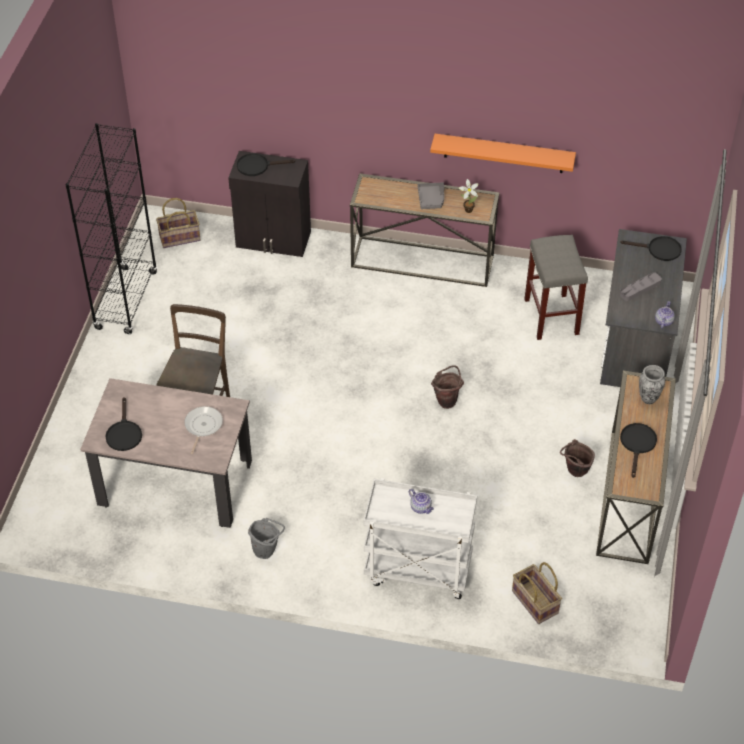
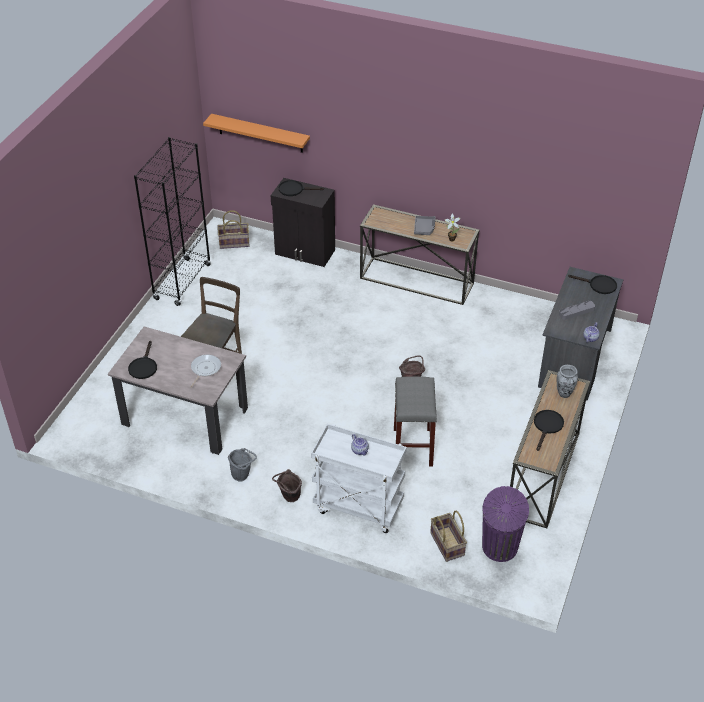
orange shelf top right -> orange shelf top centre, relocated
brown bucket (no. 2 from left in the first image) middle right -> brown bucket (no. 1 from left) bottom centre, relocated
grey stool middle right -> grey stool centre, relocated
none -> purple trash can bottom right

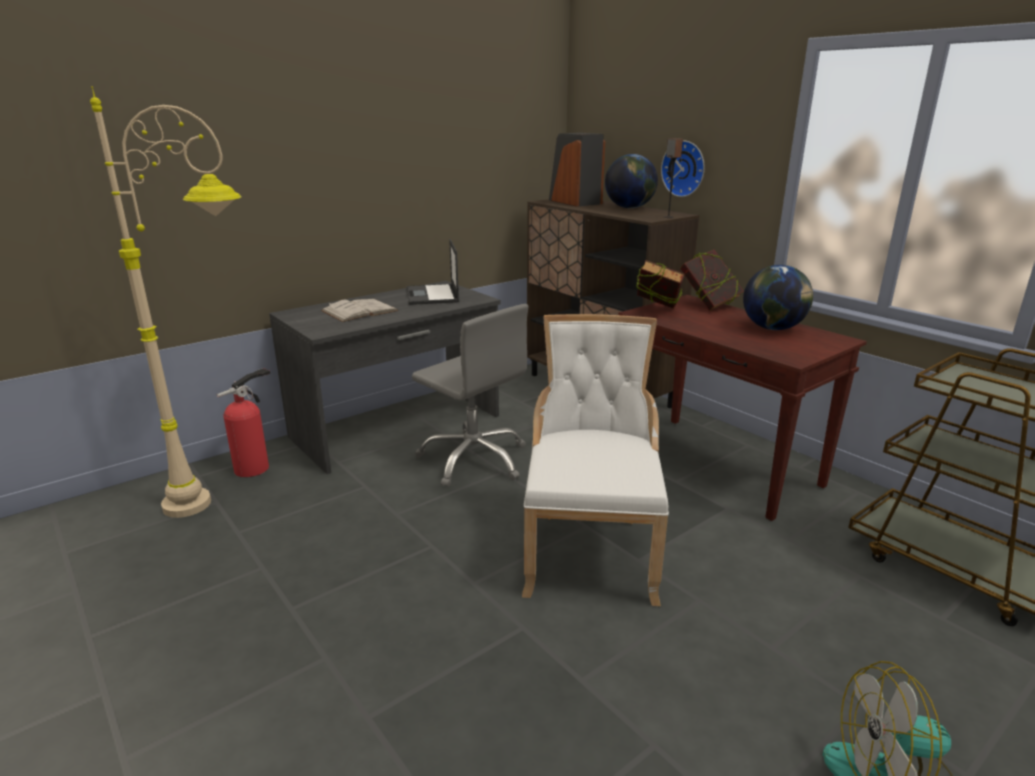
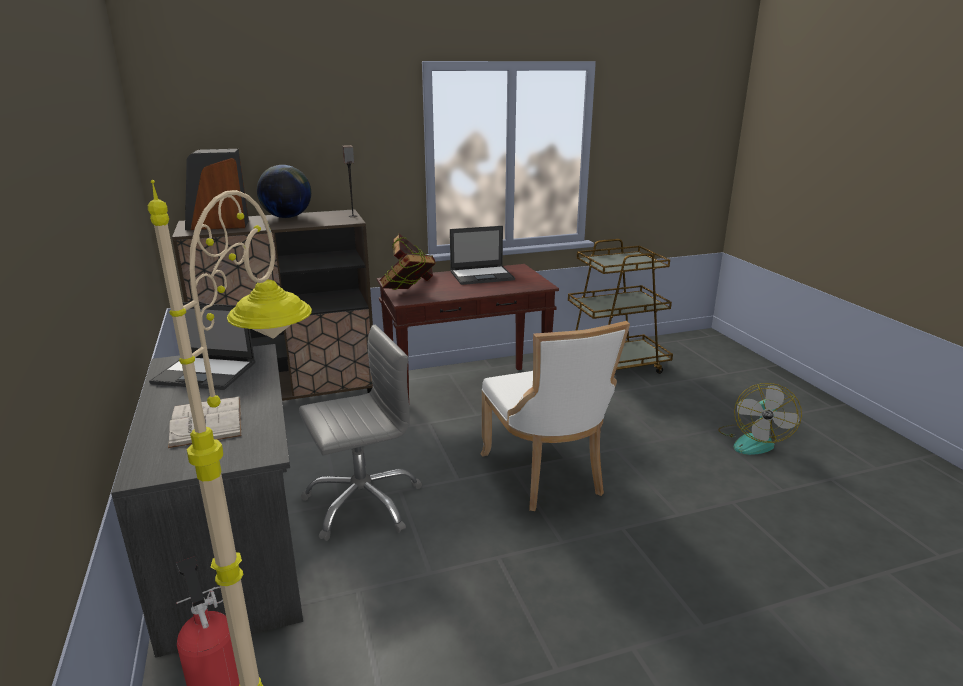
globe (no. 2 from left) middle right -> laptop (no. 2 from left) centre
white chair centre, 135 degrees counterclockwise
wall clock top centre -> none

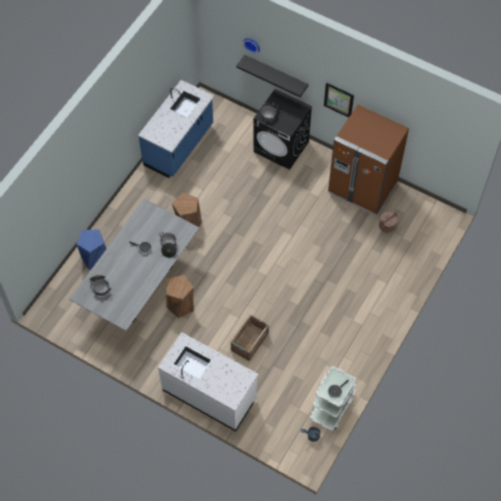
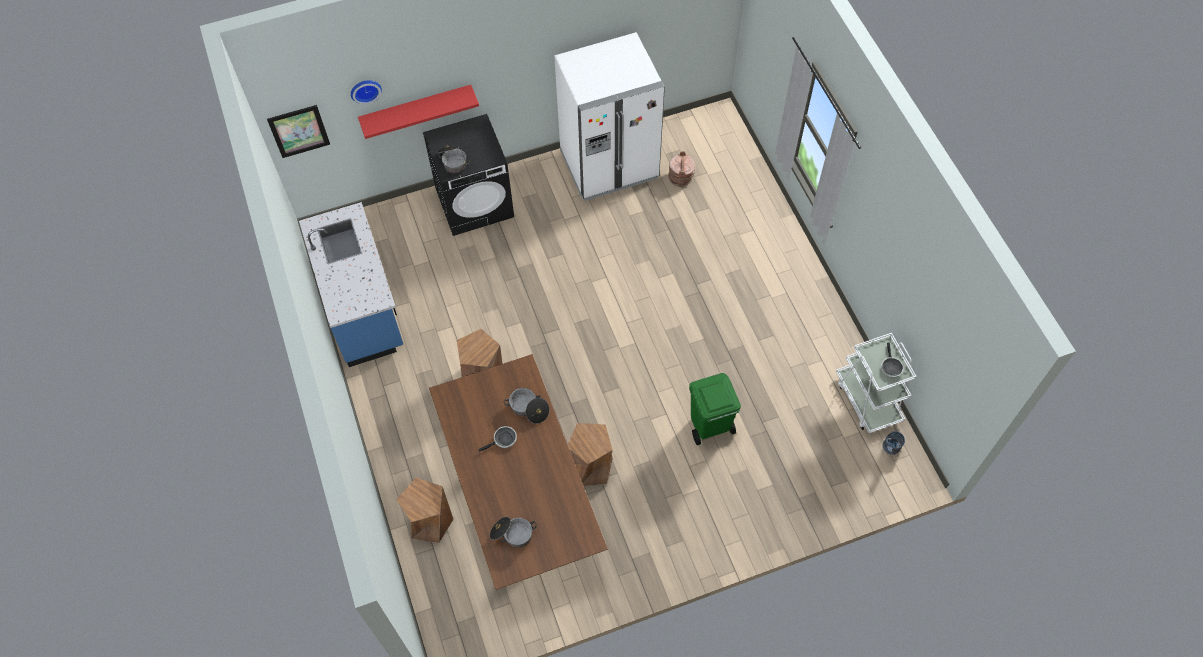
picture top right -> picture top left, relocated
black shelf top centre -> red shelf top centre
blue stool middle left -> brown stool (no. 1 from left) bottom centre
grey dining table middle left -> brown dining table bottom centre
brown fridge top right -> white fridge top centre
crate bottom centre -> green trash can centre
white counter bottom centre -> none

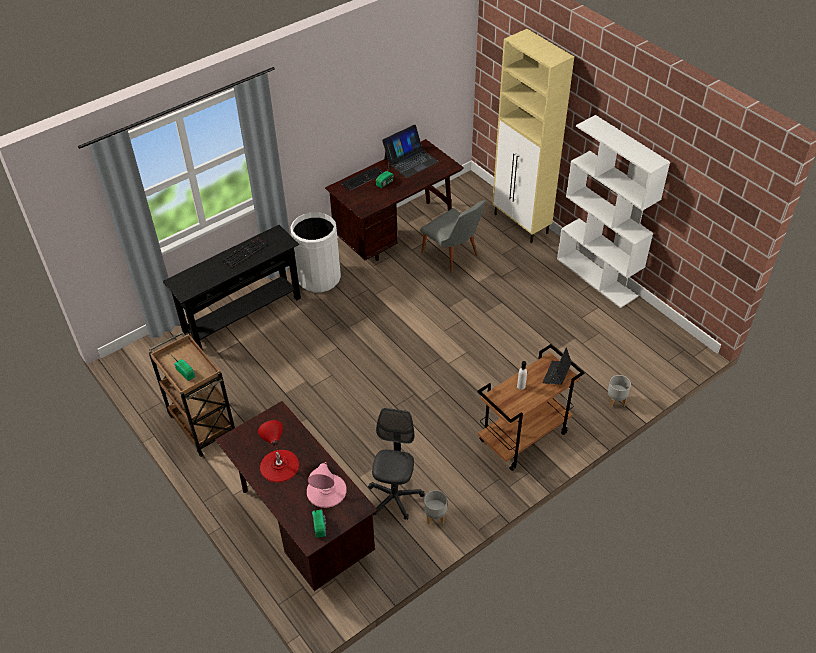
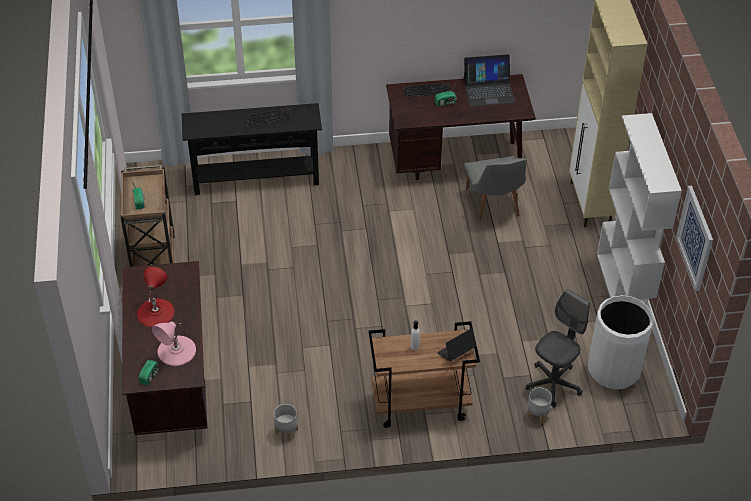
grey office chair bottom centre -> grey office chair bottom right, relocated
white trash can centre -> white trash can bottom right, relocated
none -> picture middle right

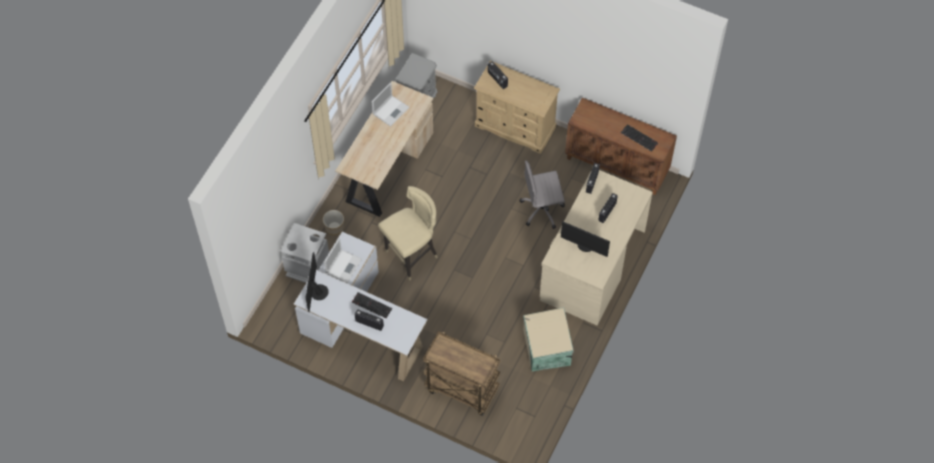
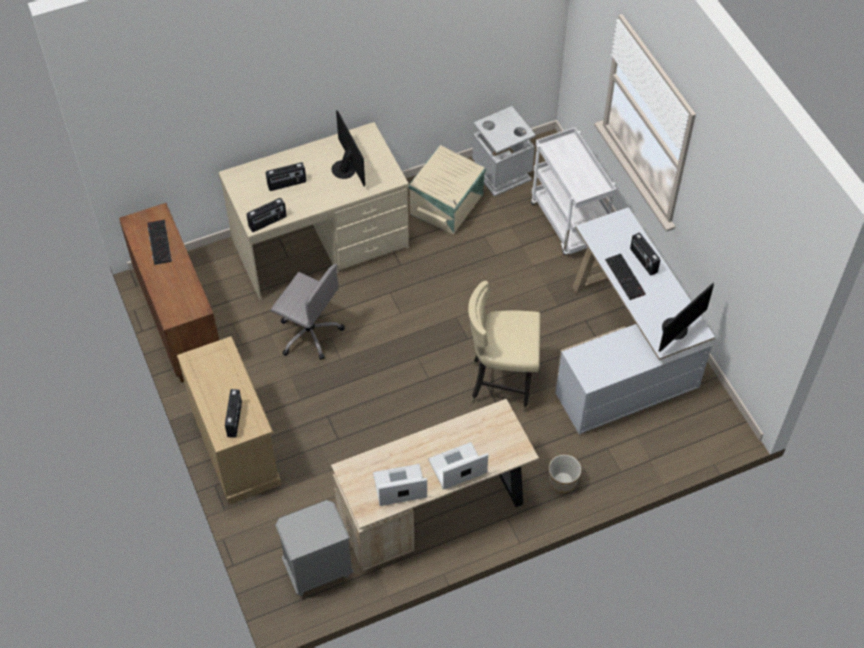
laptop (no. 1 from left in the first image) centre -> laptop (no. 2 from left) bottom centre, relocated
grey trash can middle left -> grey trash can top centre, relocated
brown cart bottom centre -> white cart top centre

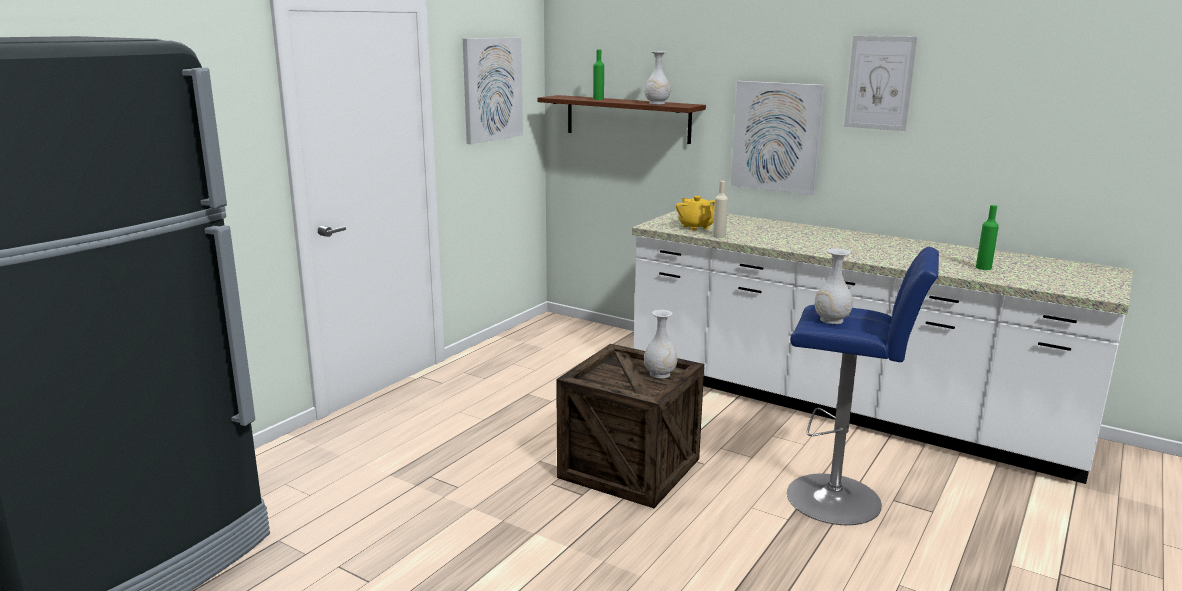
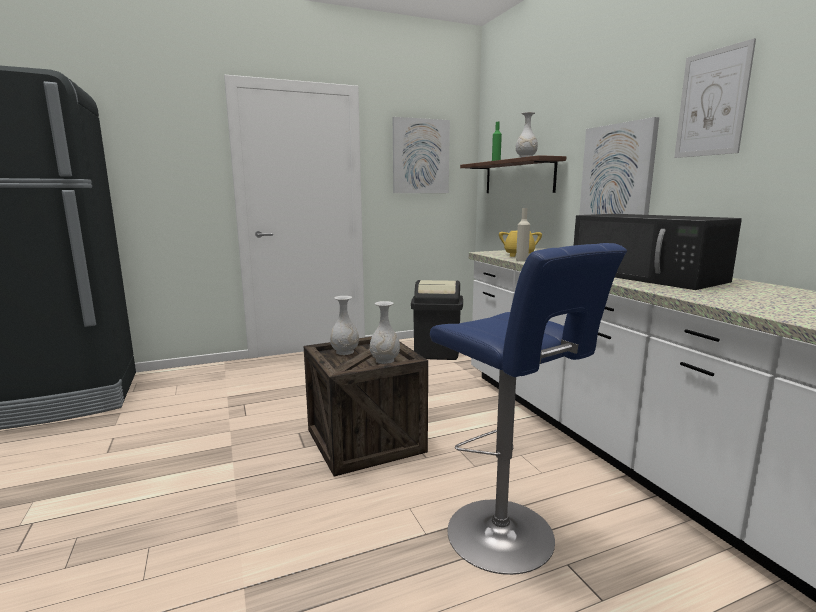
white vase (no. 3 from left in the first image) middle right -> white vase (no. 1 from left) centre, relocated
none -> black trash can centre
none -> black microwave middle right
green bottle (no. 2 from left) middle right -> none

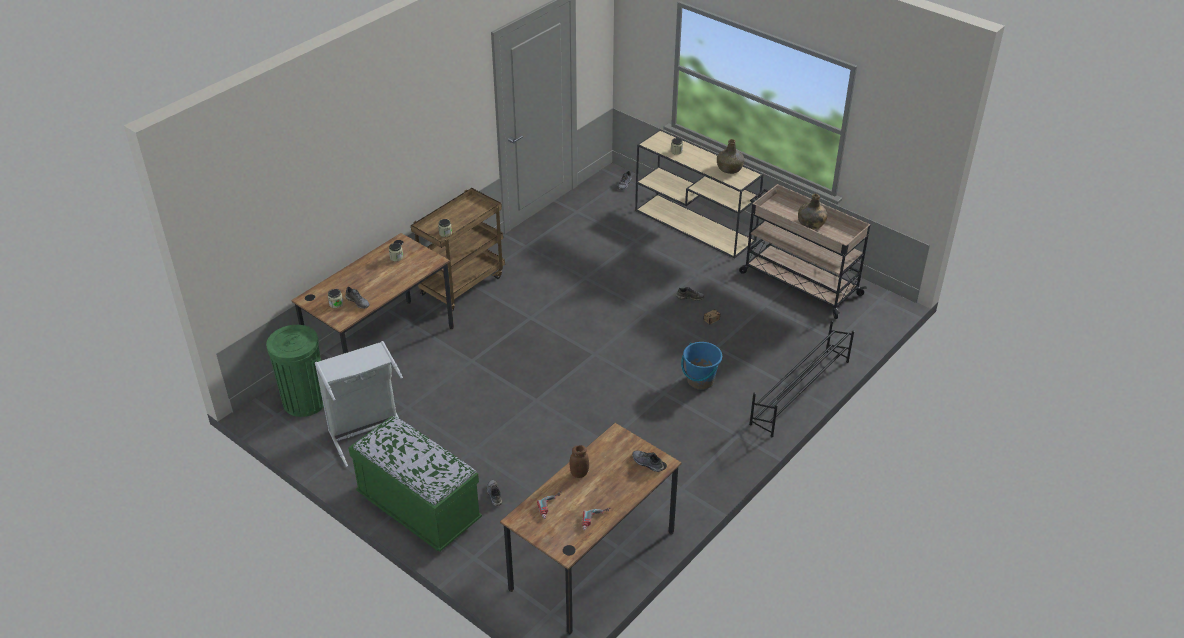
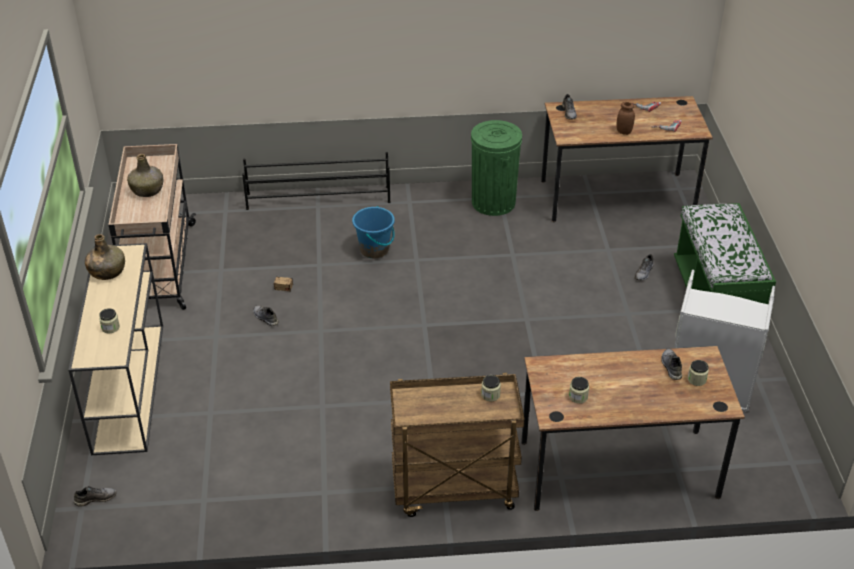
green trash can middle left -> green trash can top centre, relocated

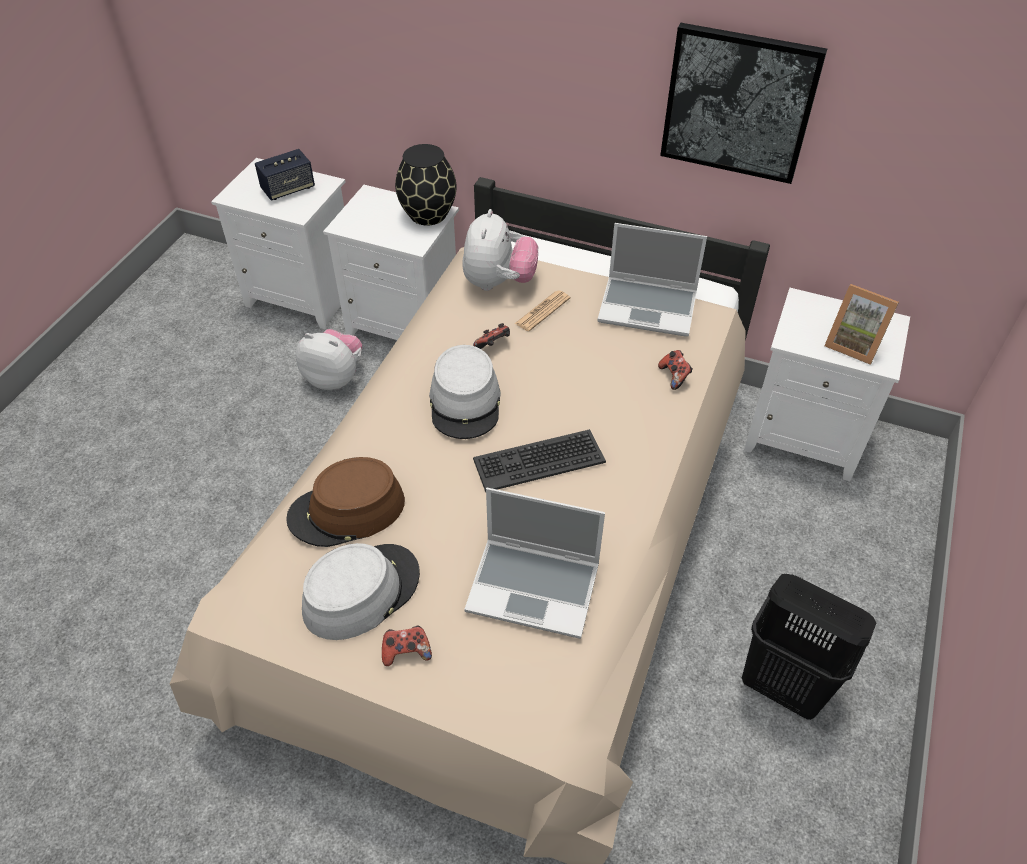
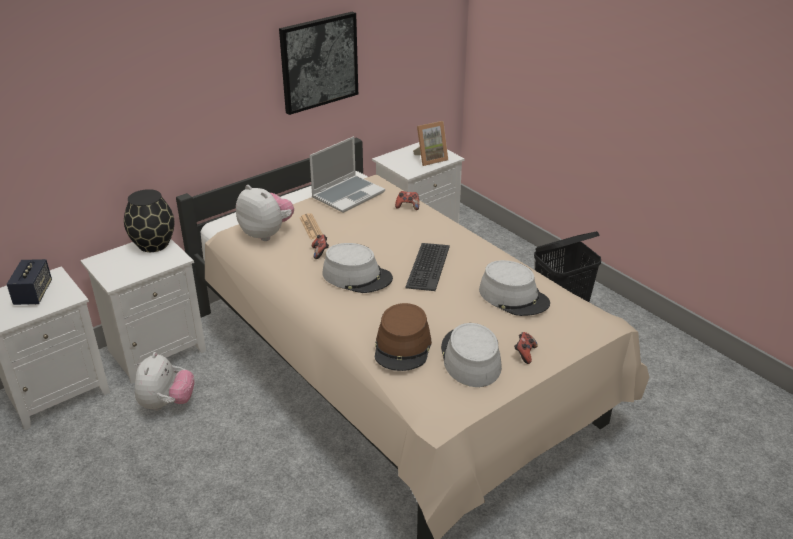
plush toy (no. 1 from left) middle left -> plush toy (no. 1 from left) bottom left, 135 degrees clockwise
laptop (no. 1 from left) centre -> grey hat (no. 3 from left) centre

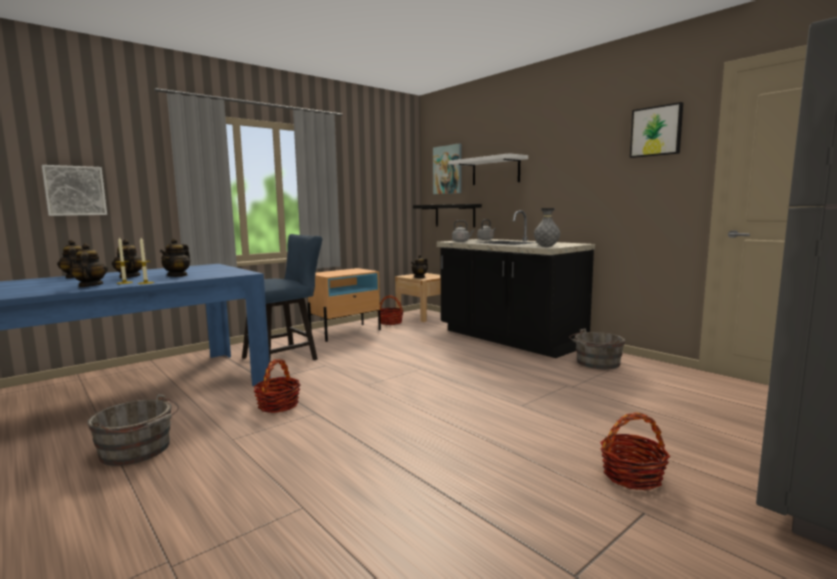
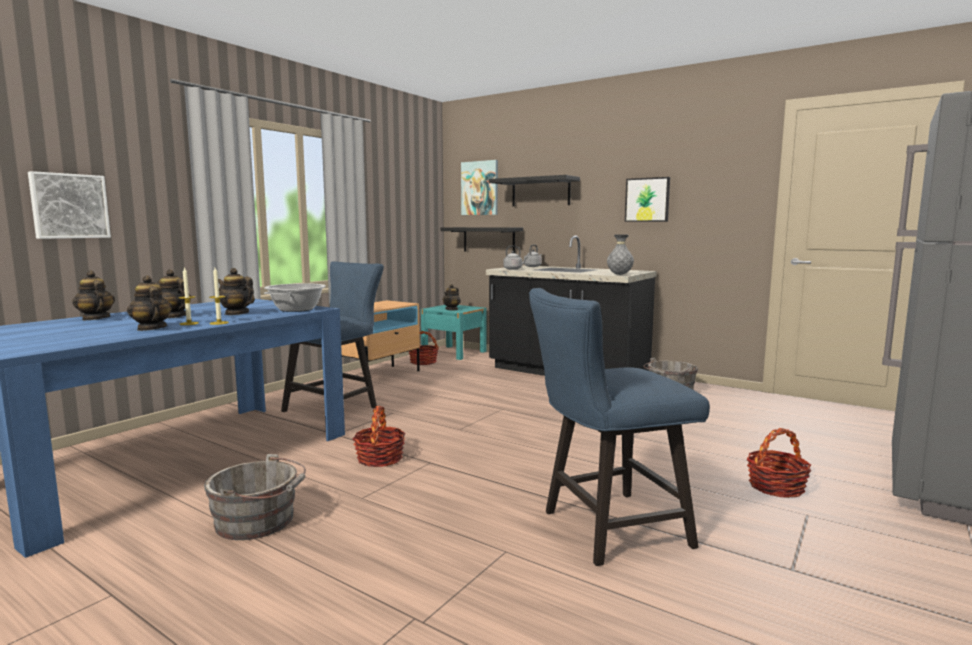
teapot (no. 4 from left) middle left, 120 degrees clockwise
none -> cooking pot middle left
beige nightstand (no. 2 from left) centre -> turquoise nightstand centre
white shelf top centre -> black shelf (no. 2 from left) top centre
none -> blue chair (no. 2 from left) centre
picture (no. 3 from left) top right -> picture (no. 3 from left) top centre, relocated

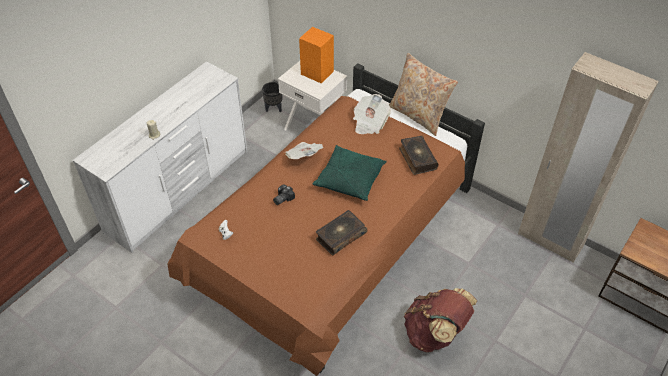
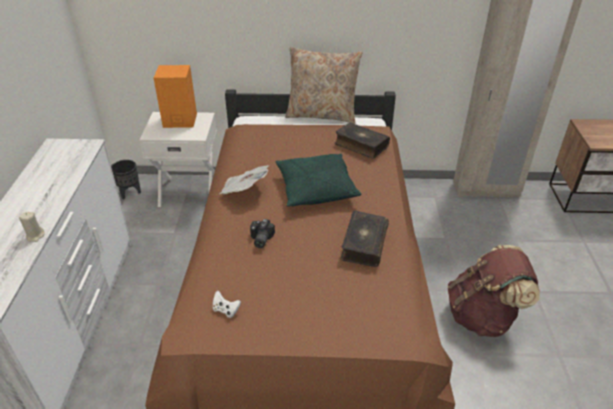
newspaper (no. 2 from left) top centre -> none

